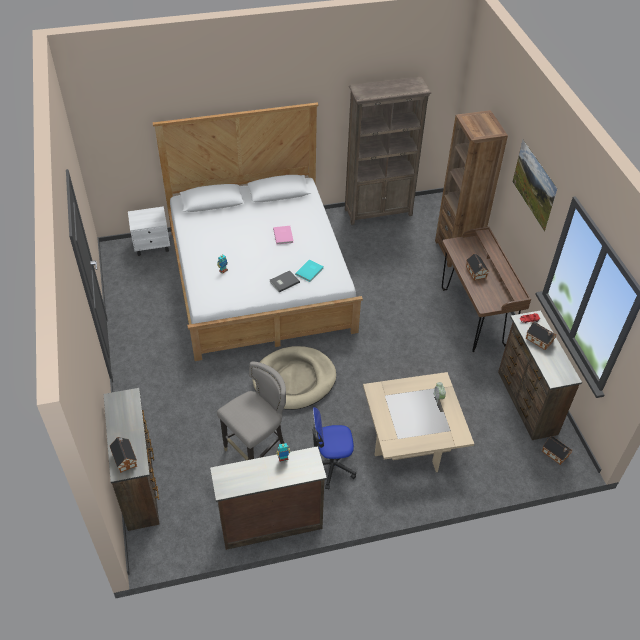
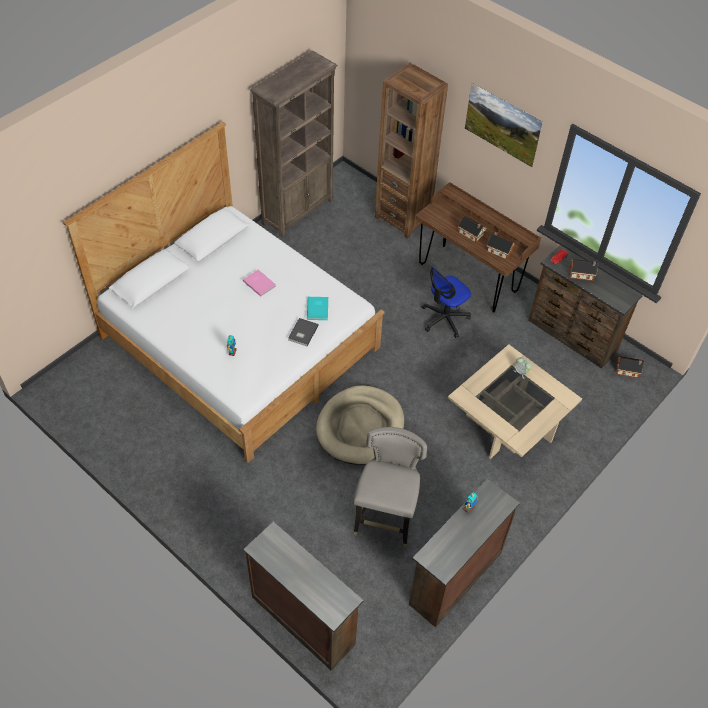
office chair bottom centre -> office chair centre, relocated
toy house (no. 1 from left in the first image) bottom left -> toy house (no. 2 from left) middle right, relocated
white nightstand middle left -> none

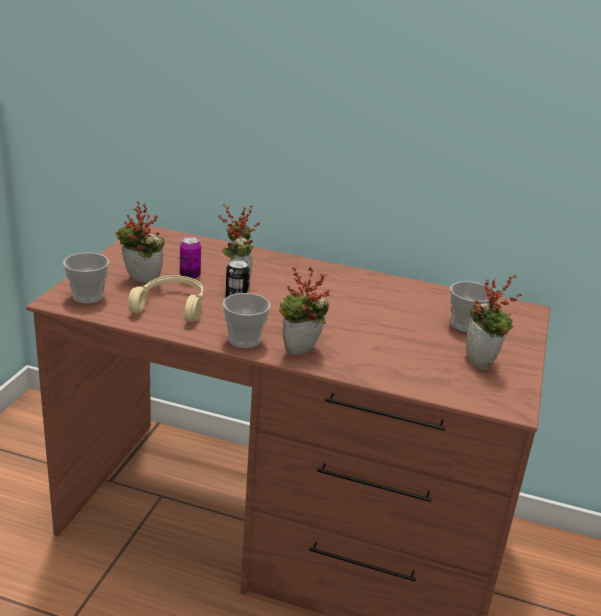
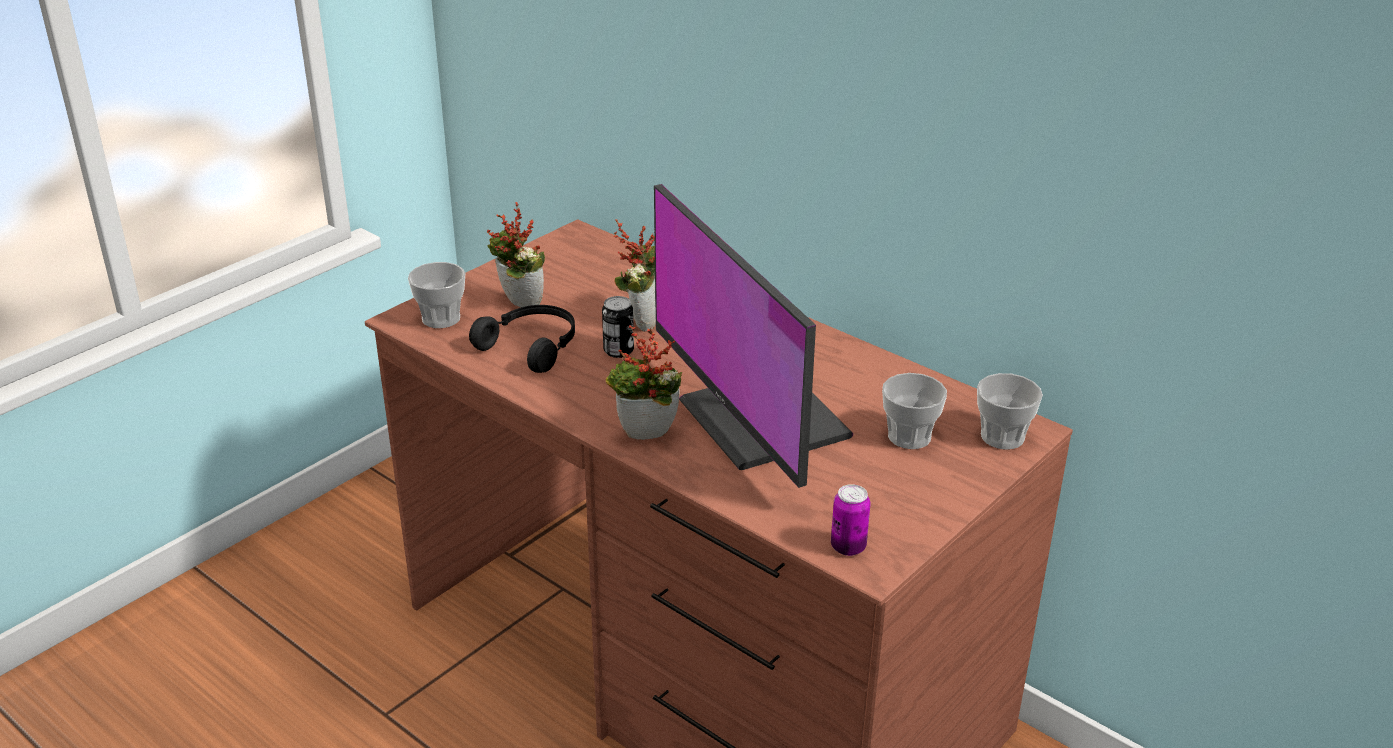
beige headphones middle left -> black headphones centre
none -> monitor centre
can (no. 1 from left in the first image) middle left -> can (no. 2 from left) bottom centre, relocated
cup (no. 2 from left in the first image) centre -> cup (no. 3 from left) middle right, relocated
potted plant (no. 4 from left) middle right -> none

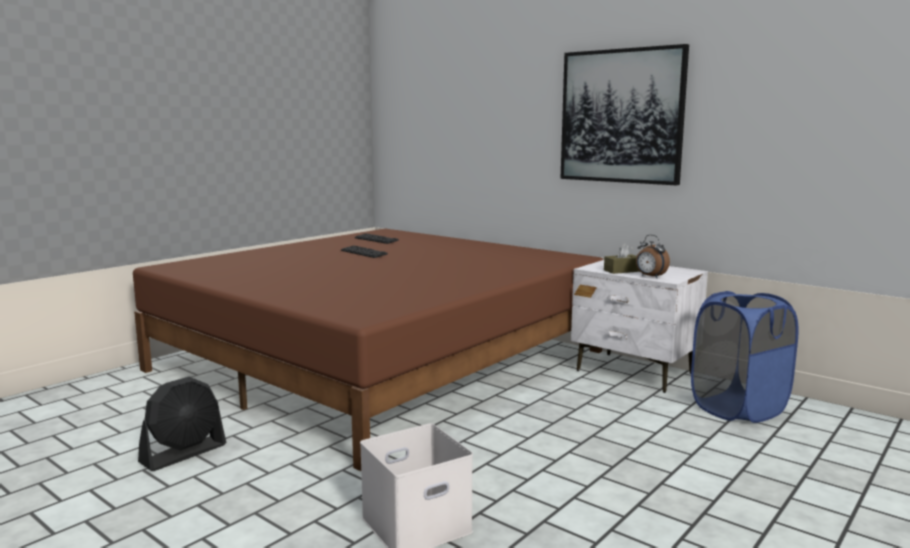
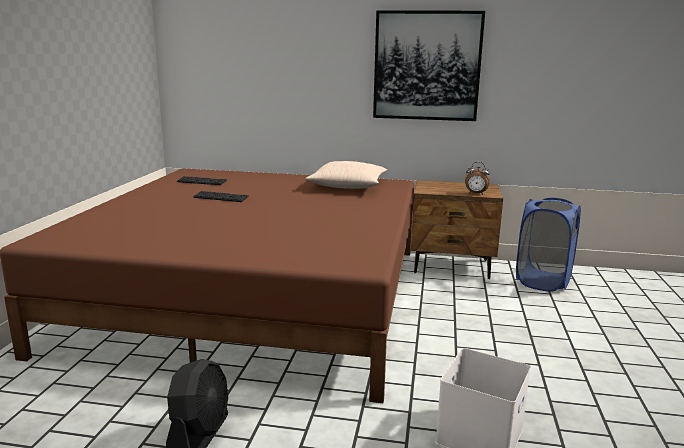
none -> beige pillow centre
white nightstand middle right -> brown nightstand middle right
brown tissue box middle right -> none

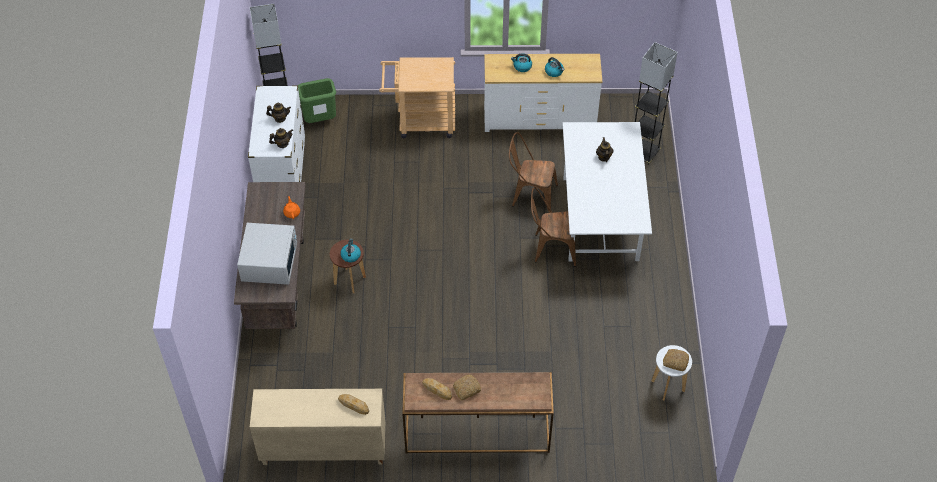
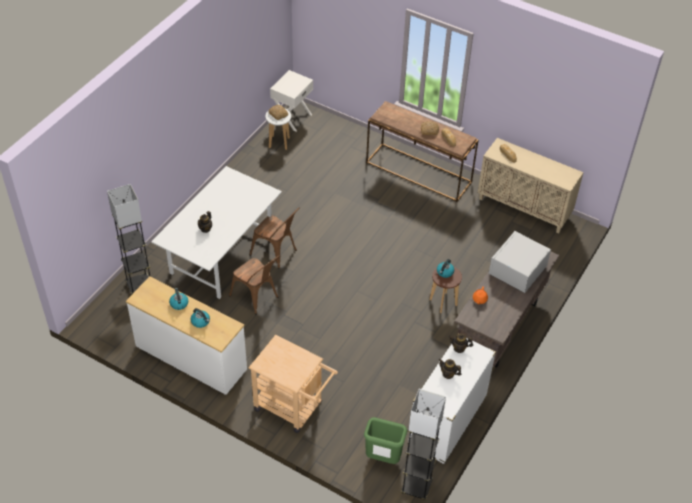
none -> white nightstand top centre

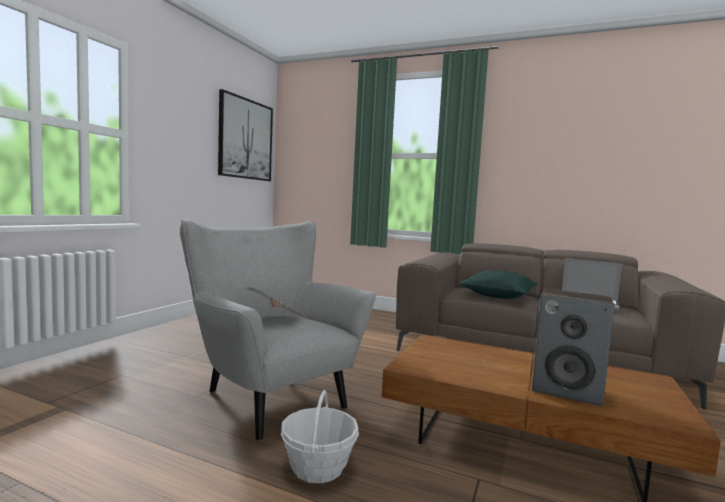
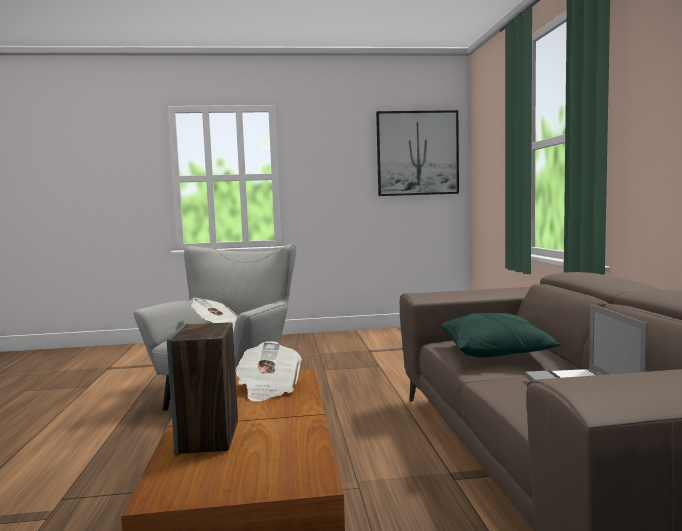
none -> newspaper (no. 2 from left) bottom centre
basket bottom centre -> none

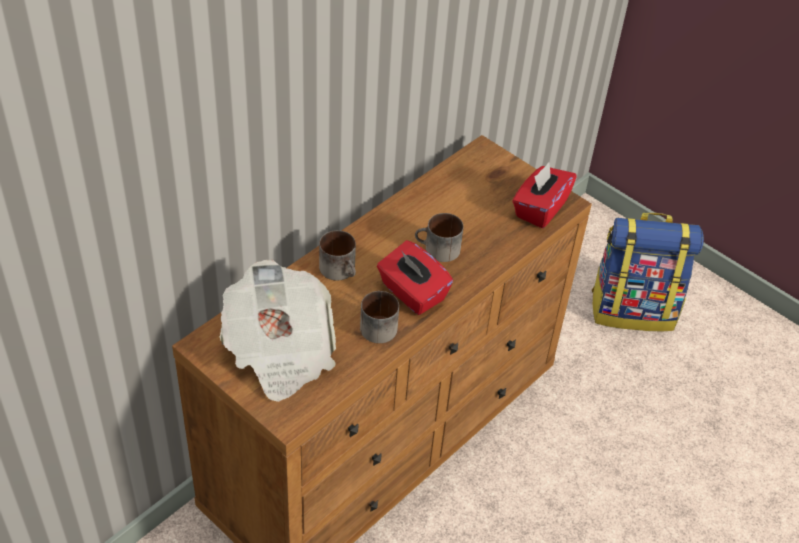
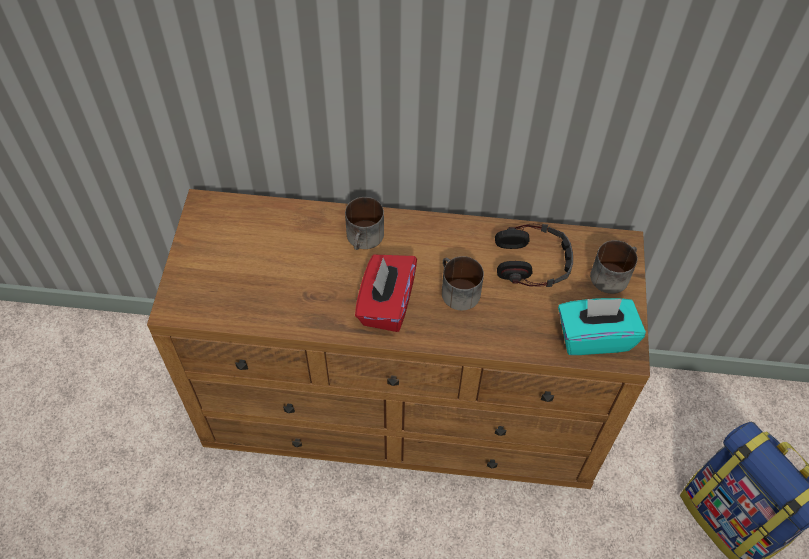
none -> headphones centre
red tissue box (no. 2 from left) middle right -> turquoise tissue box middle right
mug (no. 2 from left in the first image) centre -> mug (no. 3 from left) middle right, relocated
newspaper centre -> none

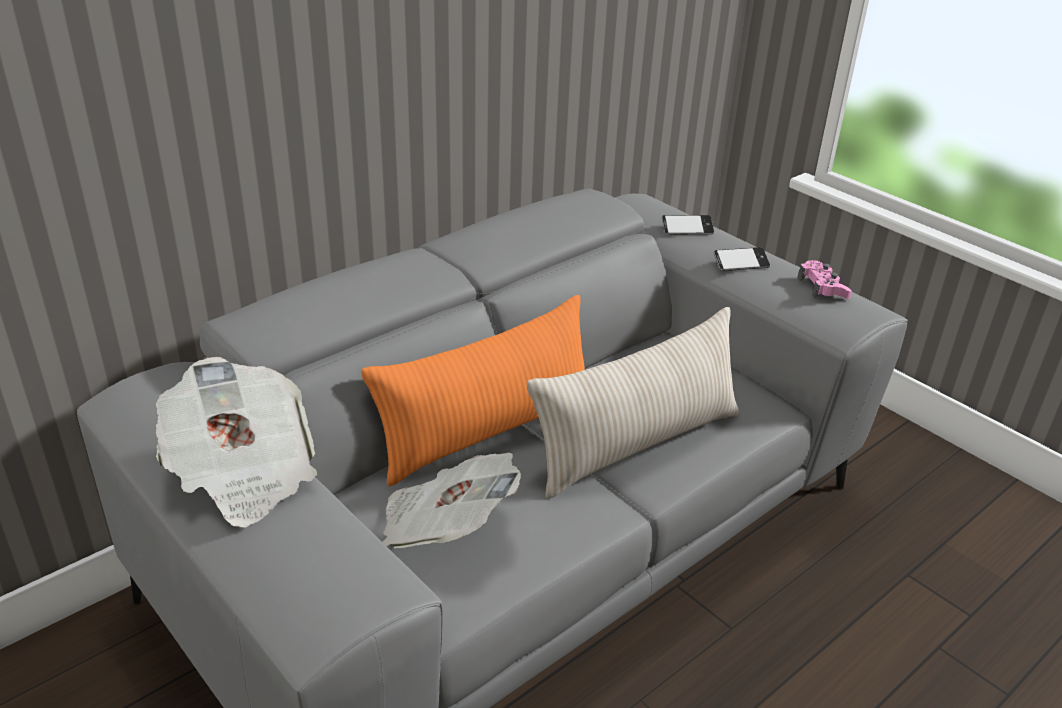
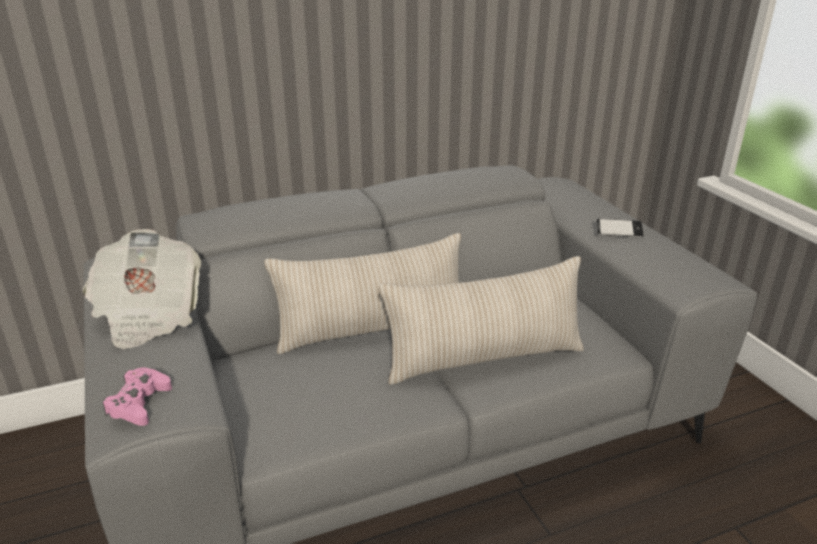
pink game controller middle right -> pink game controller bottom left, relocated
orange pillow centre -> beige pillow (no. 1 from left) centre
newspaper (no. 2 from left) bottom centre -> none
phone (no. 1 from left) top centre -> none

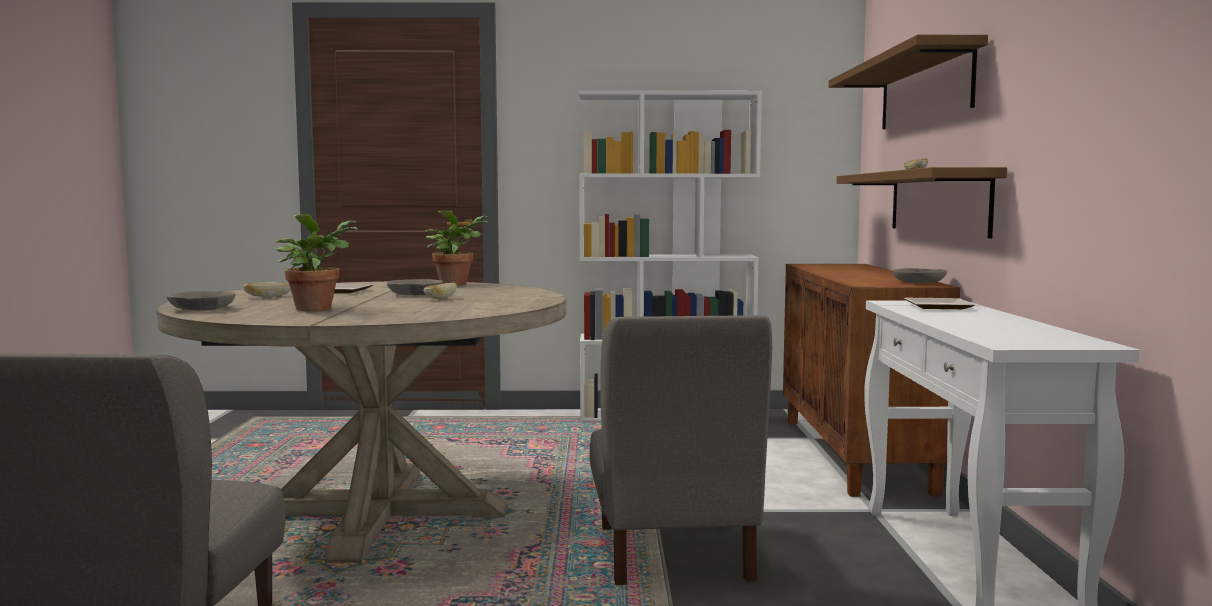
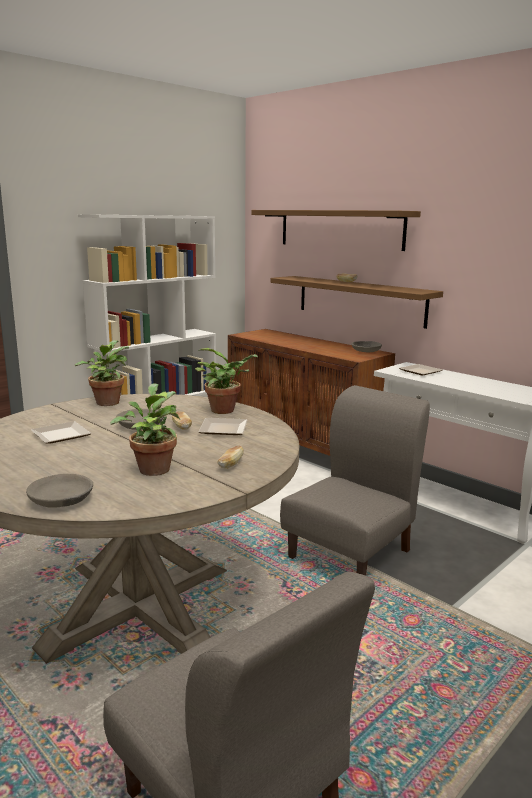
none -> potted plant (no. 3 from left) centre
none -> plate (no. 2 from left) centre
bread (no. 1 from left in the first image) middle left -> bread (no. 2 from left) centre, relocated
grey chair (no. 2 from left) bottom centre -> grey chair (no. 2 from left) middle right, 90 degrees counterclockwise

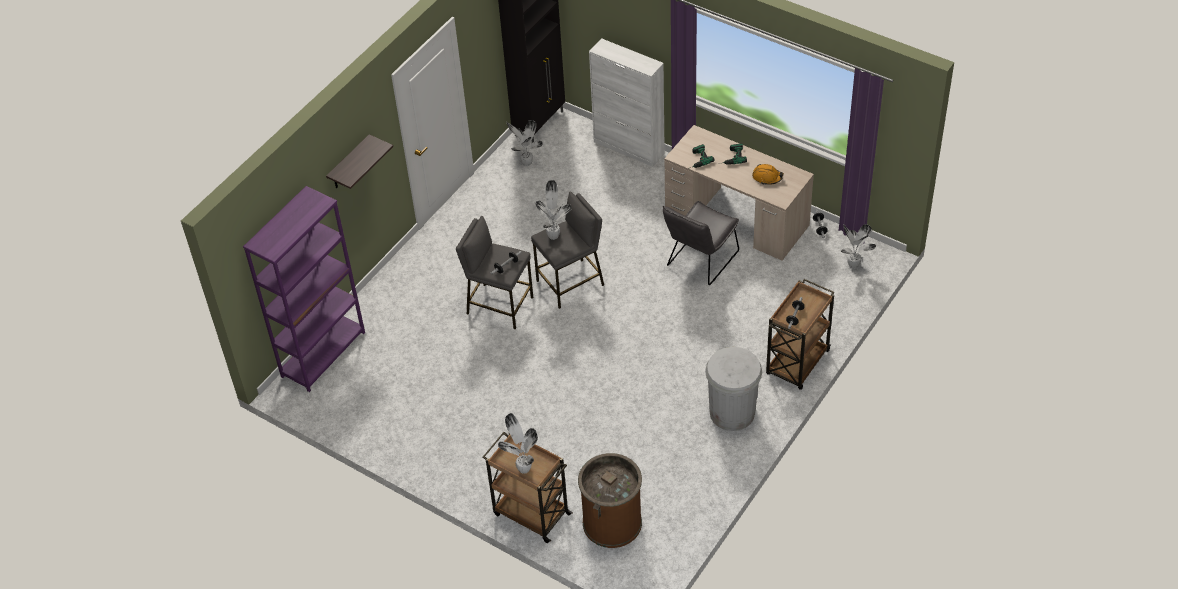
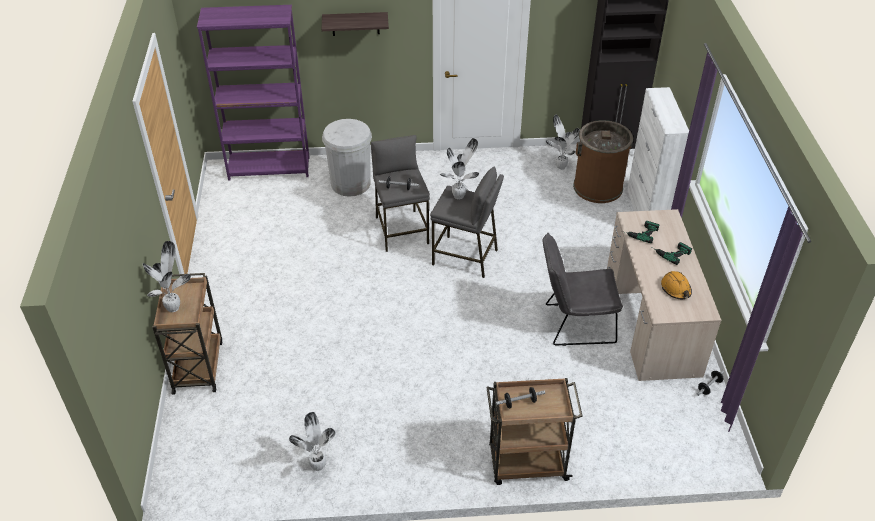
potted plant (no. 4 from left in the first image) middle right -> potted plant (no. 2 from left) bottom centre, relocated
white trash can centre -> white trash can top centre, relocated
brown trash can bottom centre -> brown trash can top right, relocated

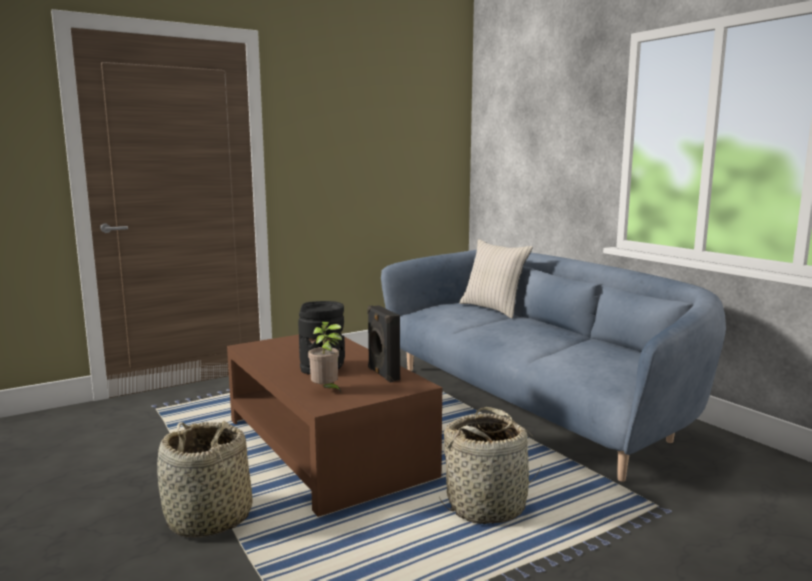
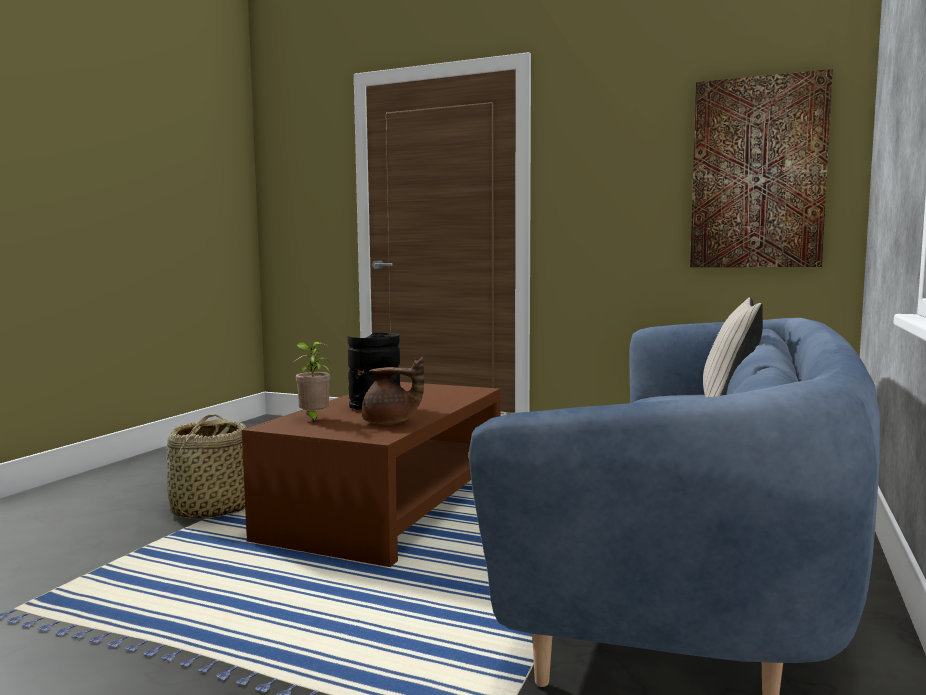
black speaker centre -> brown teapot centre
none -> picture top right
basket (no. 2 from left) bottom centre -> none

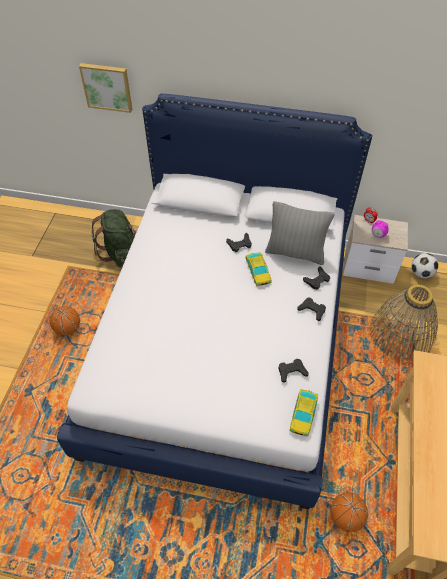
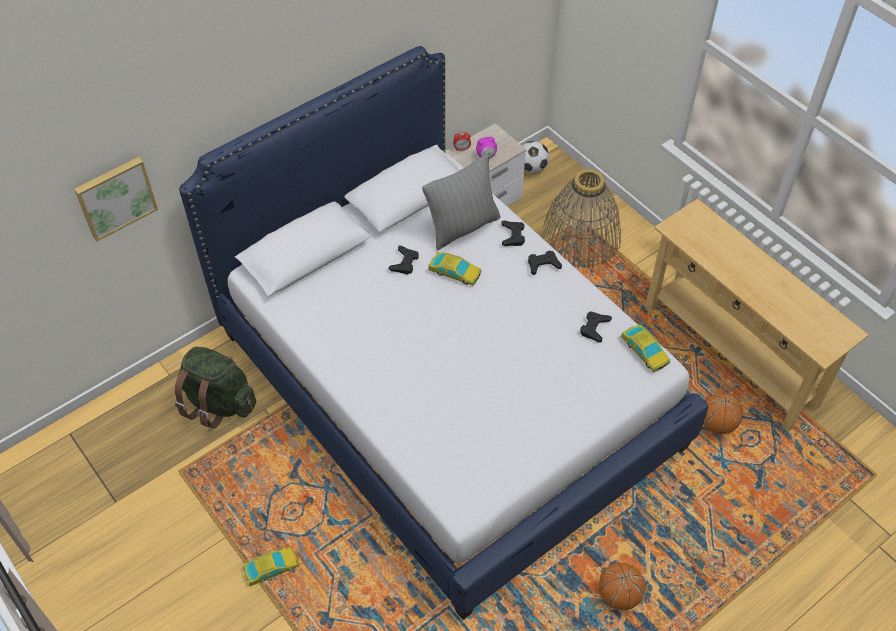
none -> toy car (no. 1 from left) bottom left
basketball (no. 1 from left) middle left -> basketball (no. 1 from left) bottom right, relocated

